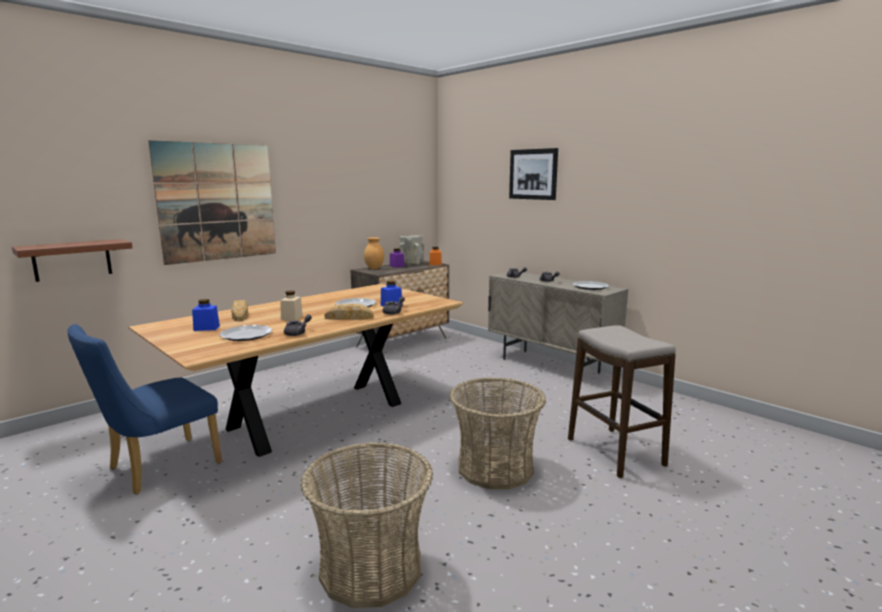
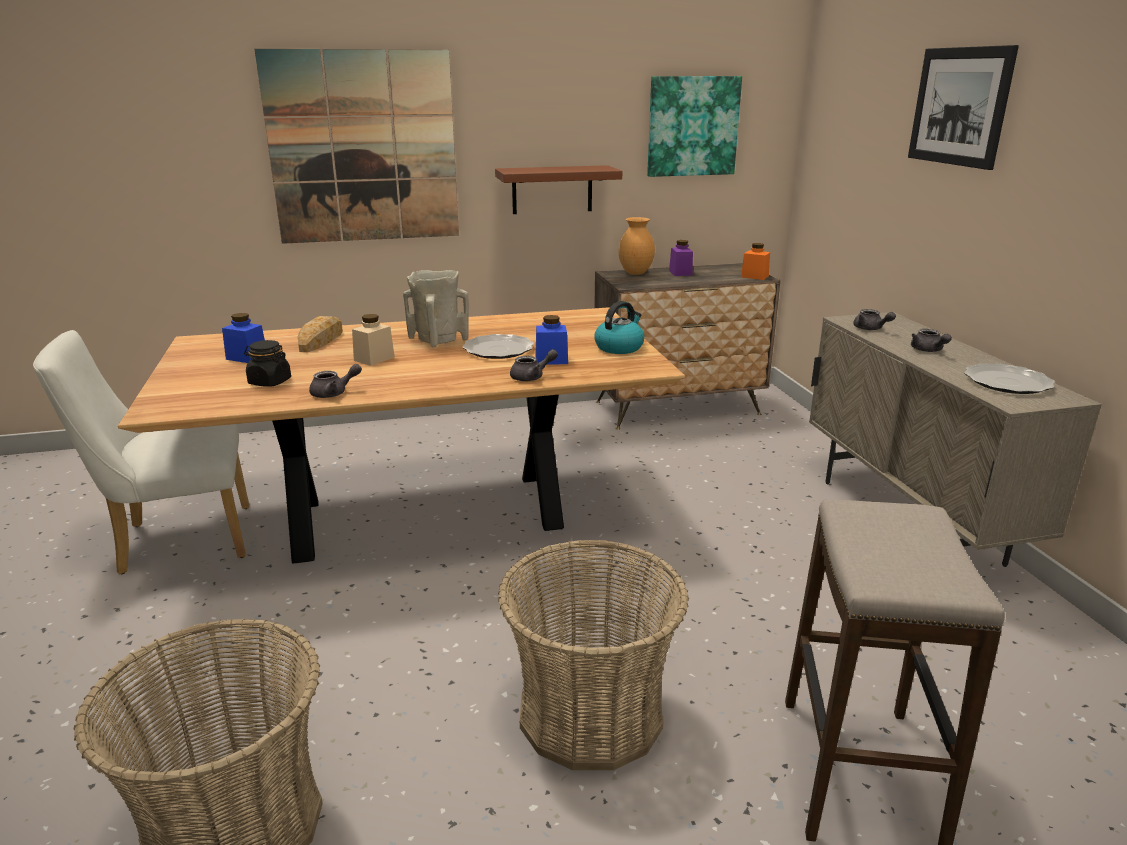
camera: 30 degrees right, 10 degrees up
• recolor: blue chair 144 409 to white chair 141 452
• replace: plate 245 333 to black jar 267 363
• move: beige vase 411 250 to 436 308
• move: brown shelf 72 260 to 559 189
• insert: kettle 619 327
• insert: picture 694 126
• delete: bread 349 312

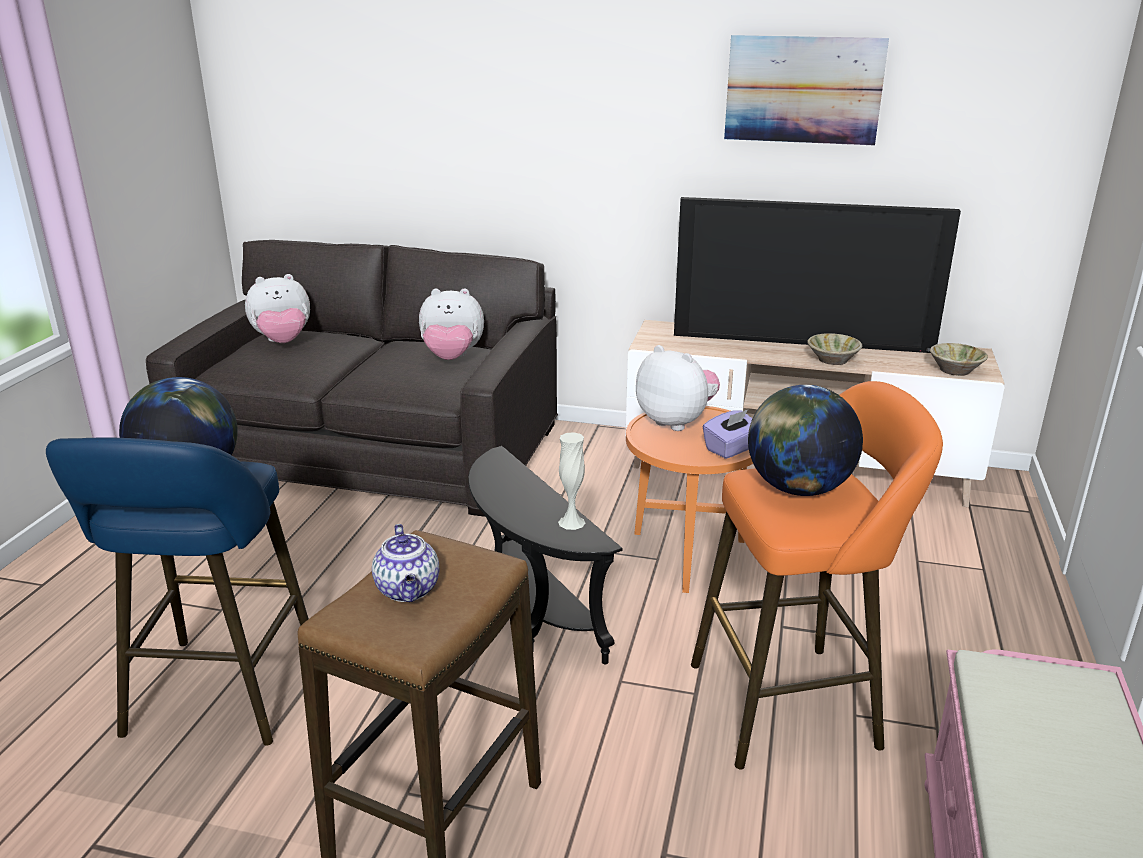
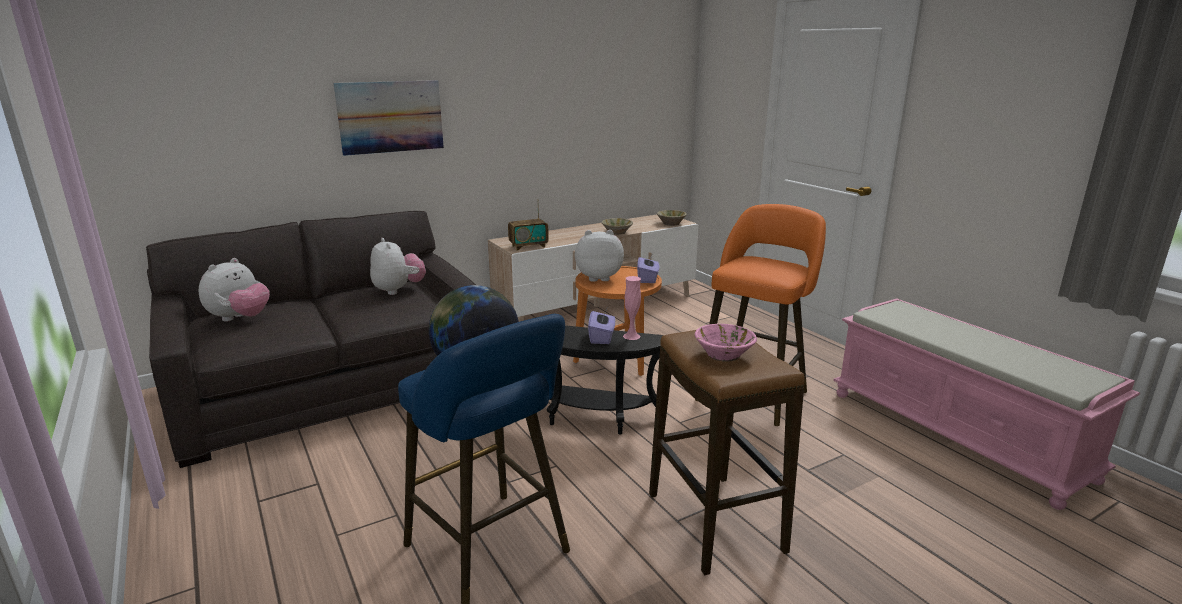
camera: 45 degrees left, 5 degrees down
• move: picture 806 90 to 388 118
• rotate: plush toy 451 324 = 398 266 75 degrees counterclockwise
• insert: radio 528 224
• insert: purple tissue box 601 327
• recolor: white vase 572 481 to pink vase 632 308
• replace: teapot 405 563 to pink bowl 726 343
• delete: television 817 275
• delete: globe 805 440

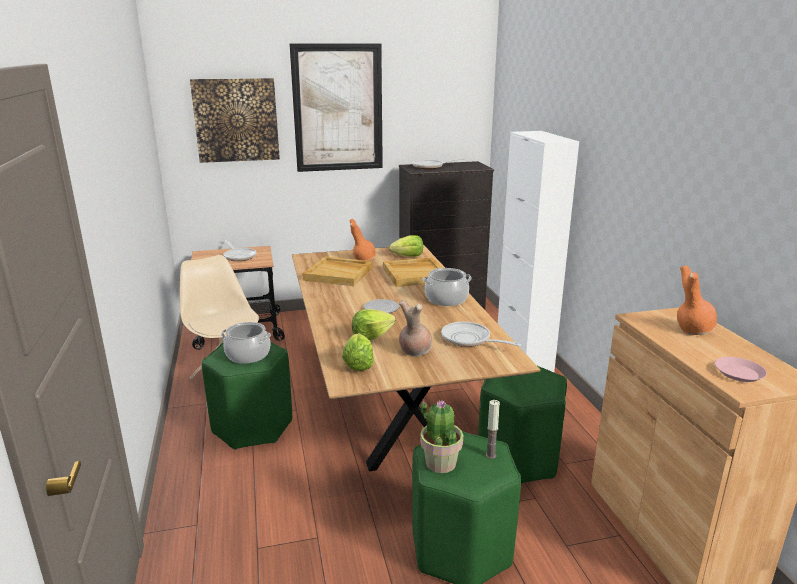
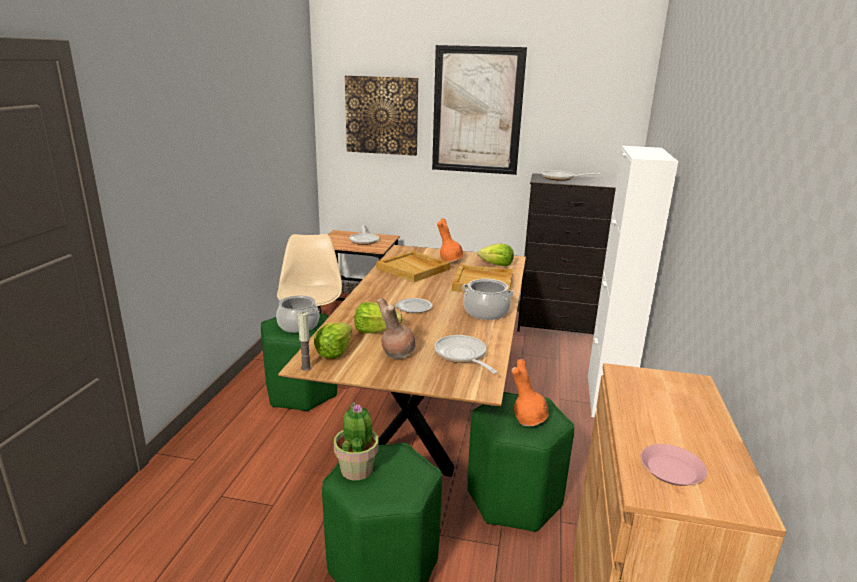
camera: 25 degrees right, 0 degrees up
• move: candle 493 429 to 305 341
• move: orange vase 697 300 to 530 393

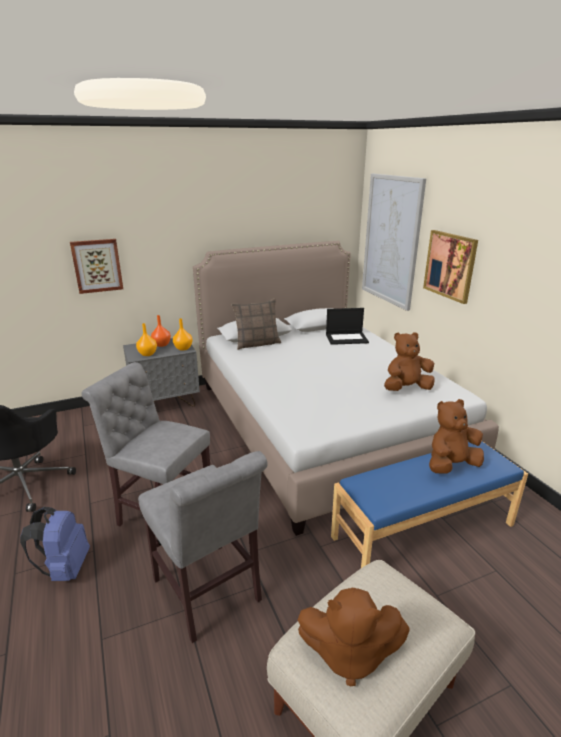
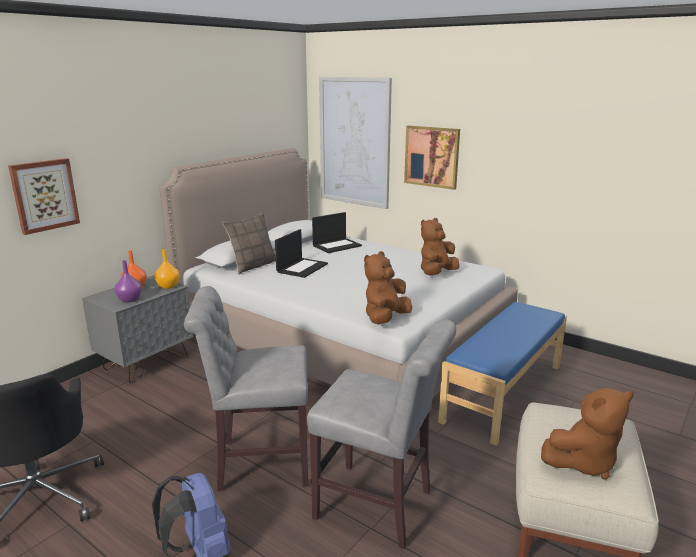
camera: 30 degrees left, 5 degrees down
• recolor: orange vase 146 339 to purple vase 128 281
• insert: laptop 301 253
• move: brown plush toy 456 436 to 388 288

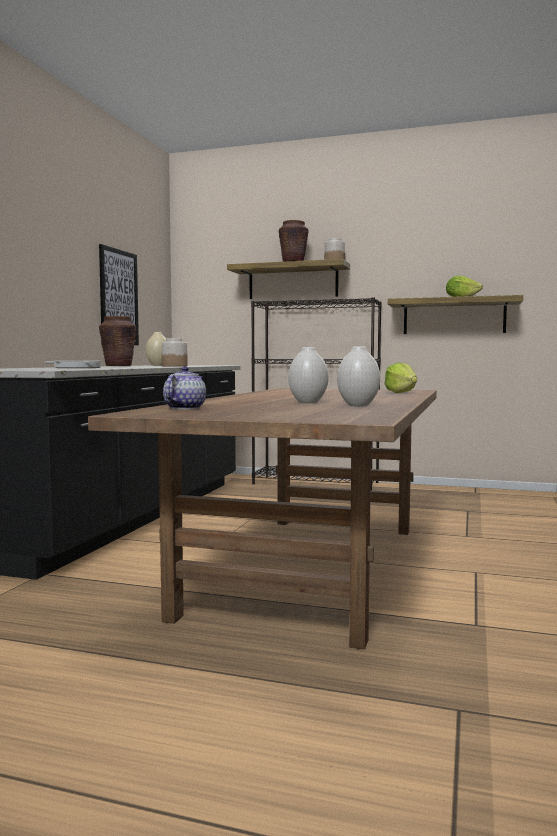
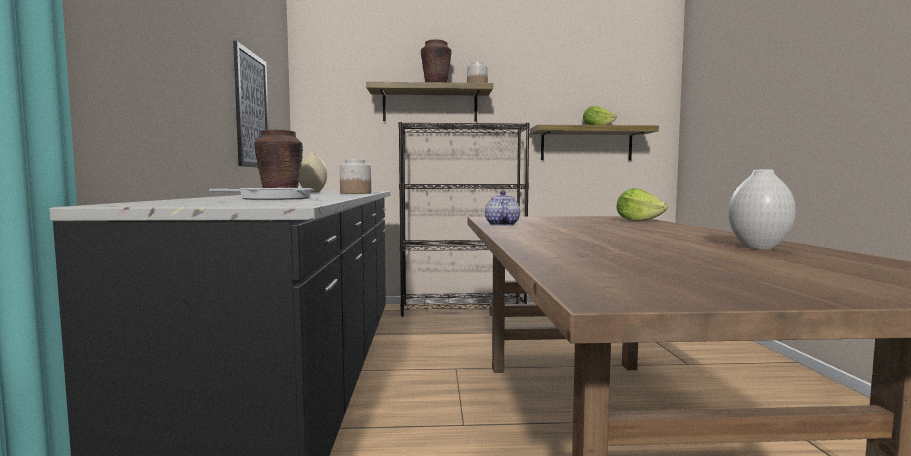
camera: 20 degrees left, 0 degrees up
• move: teapot 184 388 to 502 208
• delete: white vase 308 375

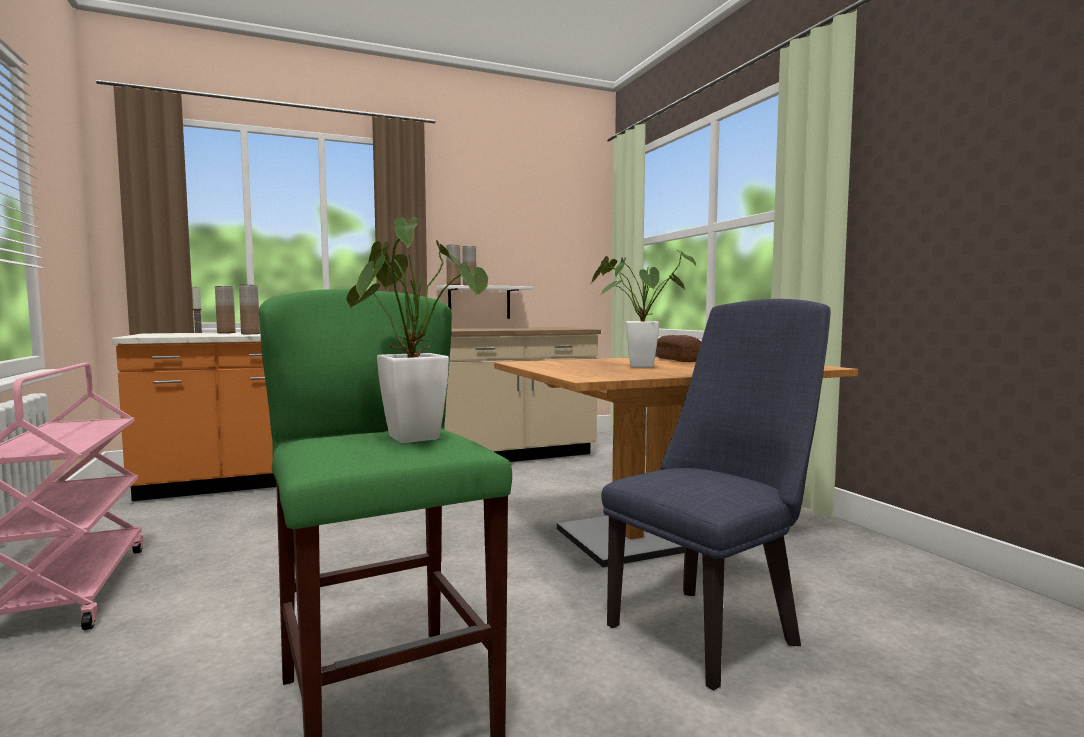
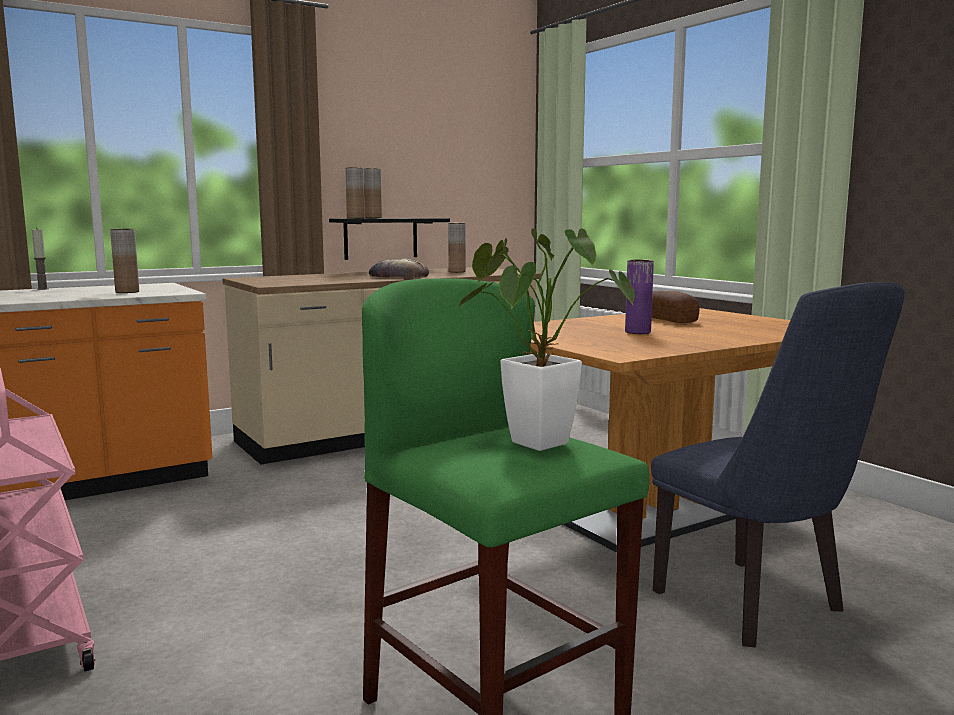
camera: 10 degrees left, 5 degrees up
• recolor: white shelf 484 302 to black shelf 389 239
• insert: bread 399 268
• move: brown vase 225 309 to 457 247
• replace: potted plant 643 309 to purple vase 639 297
• rotate: blue chair 715 494 = 777 464 105 degrees clockwise

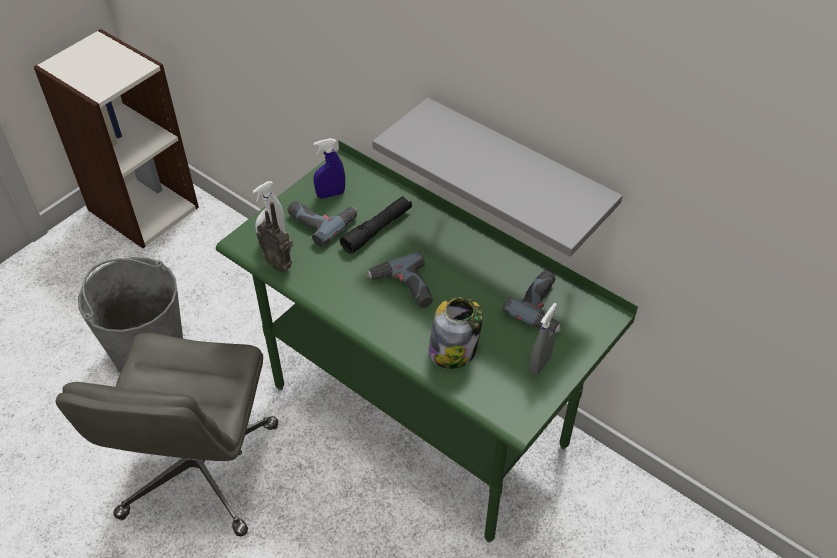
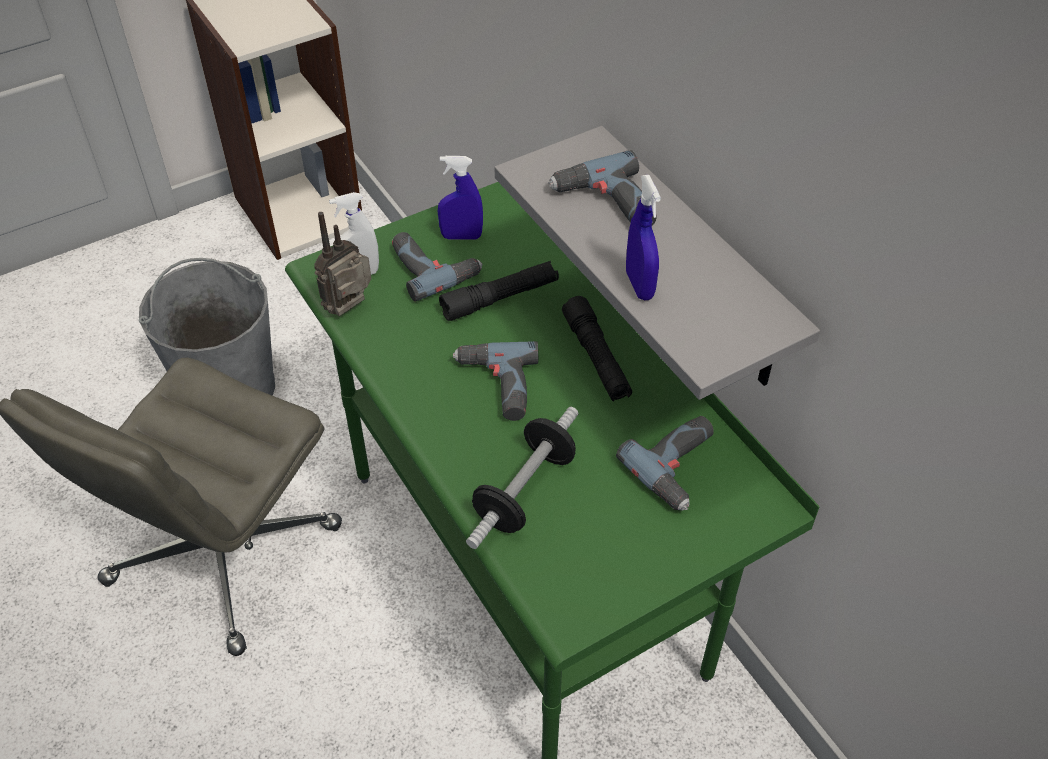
camera: 20 degrees right, 0 degrees up
• rotate: radio 274 237 = 343 264 75 degrees clockwise
• replace: jar 456 333 to dumbbell 522 477
• insert: power drill 602 188
• insert: black flashlight 597 349
• insert: blue spray bottle 643 237
• delete: grey spray bottle 543 339

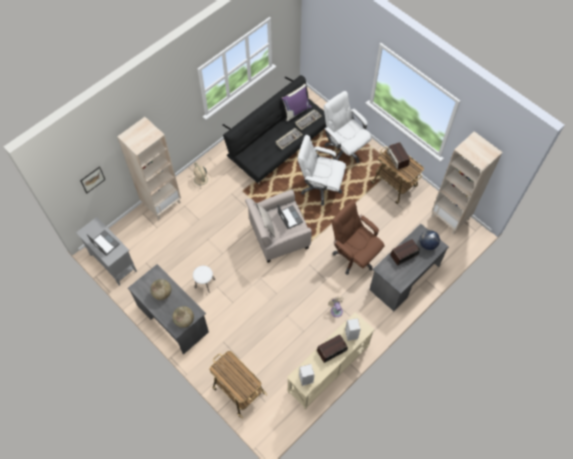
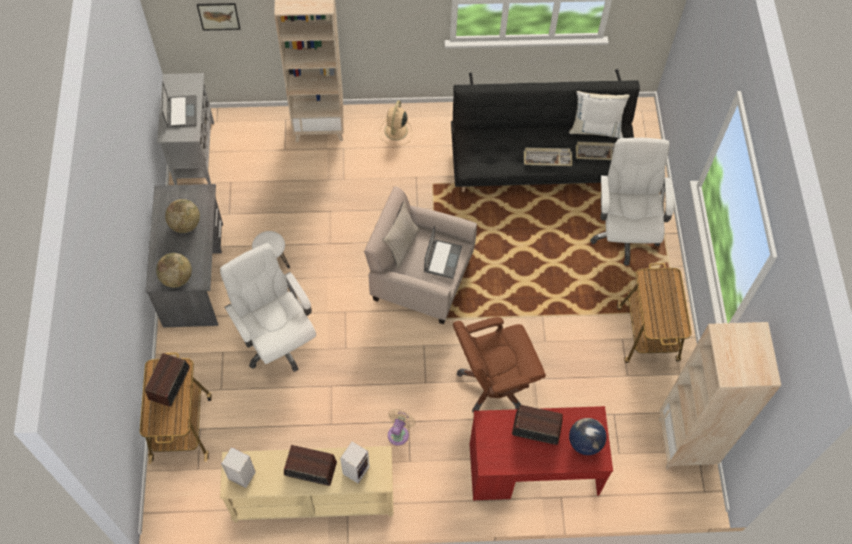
camera: 40 degrees right, 0 degrees up
• move: radio 398 156 to 167 380
• move: white office chair 322 170 to 268 307
• rotate: brown office chair 358 237 = 499 365 105 degrees counterclockwise
• recolor: grey desk 409 267 to red desk 541 453
• recolor: purple pillow 296 103 to white pillow 599 114

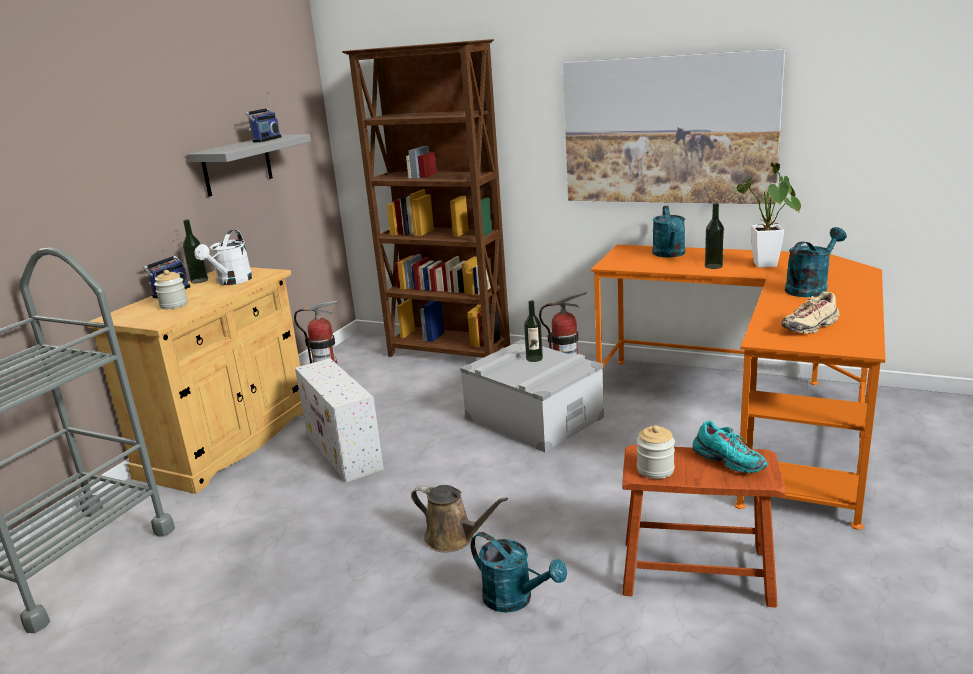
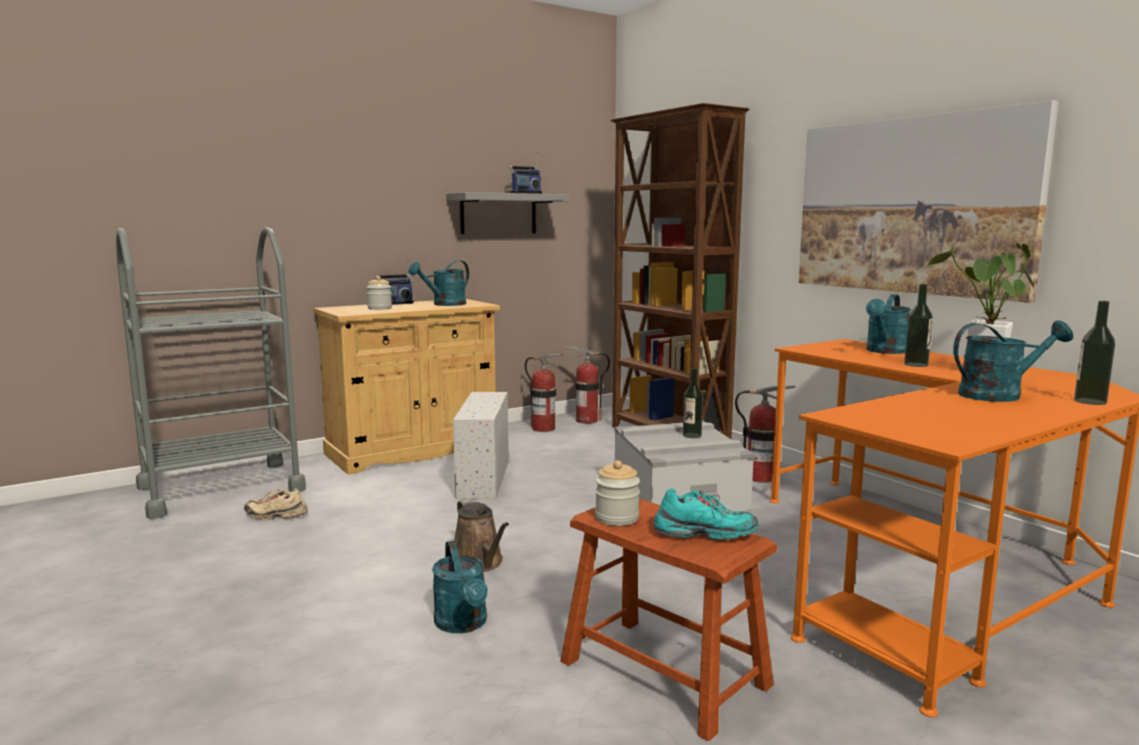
camera: 30 degrees right, 10 degrees down
• move: beige shoe 810 312 to 276 504
• recolor: white watering can 223 257 to turquoise watering can 439 283
• insert: fire extinguisher 588 385
• rotate: turquoise shoe 730 447 = 706 514 75 degrees counterclockwise
• move: bottle 195 251 to 1094 353

